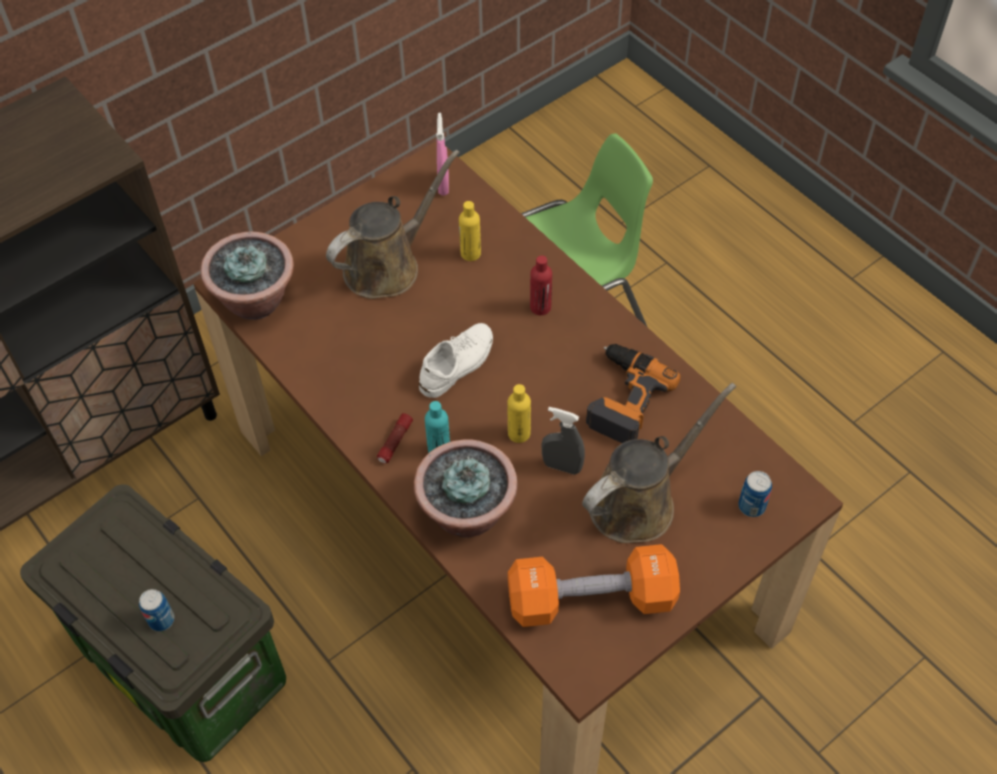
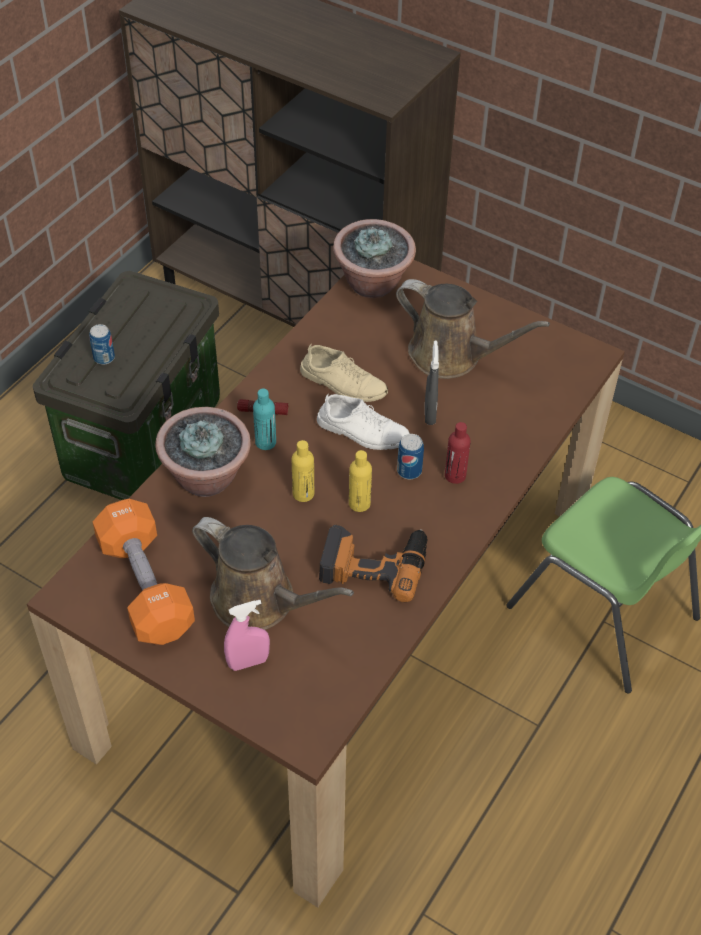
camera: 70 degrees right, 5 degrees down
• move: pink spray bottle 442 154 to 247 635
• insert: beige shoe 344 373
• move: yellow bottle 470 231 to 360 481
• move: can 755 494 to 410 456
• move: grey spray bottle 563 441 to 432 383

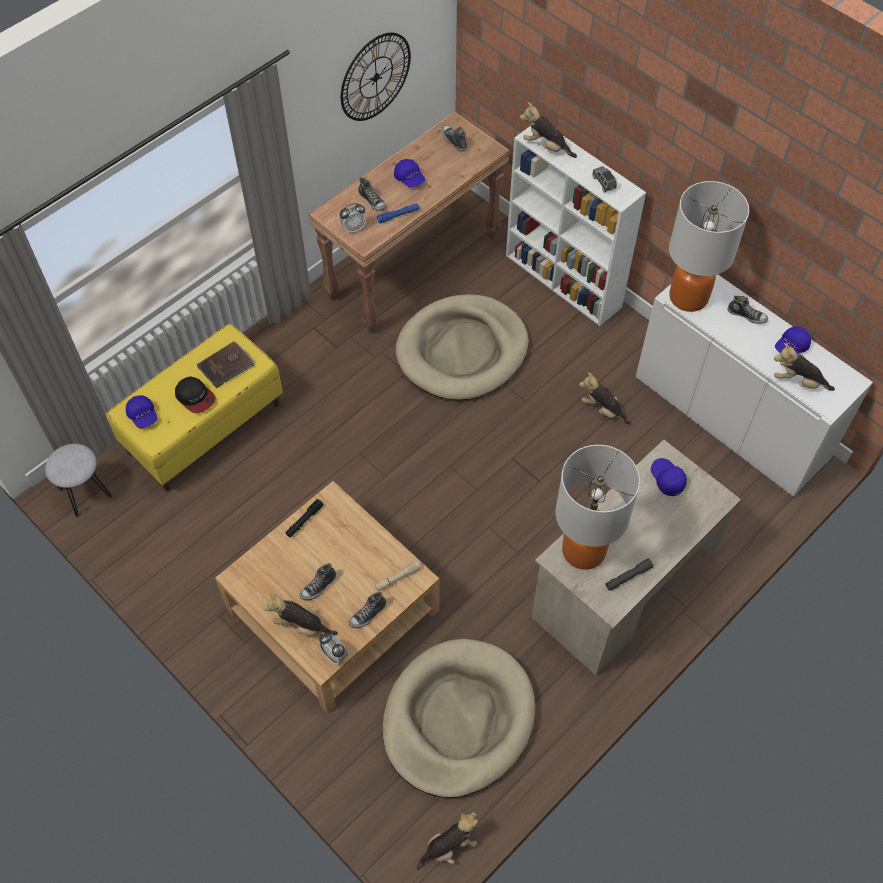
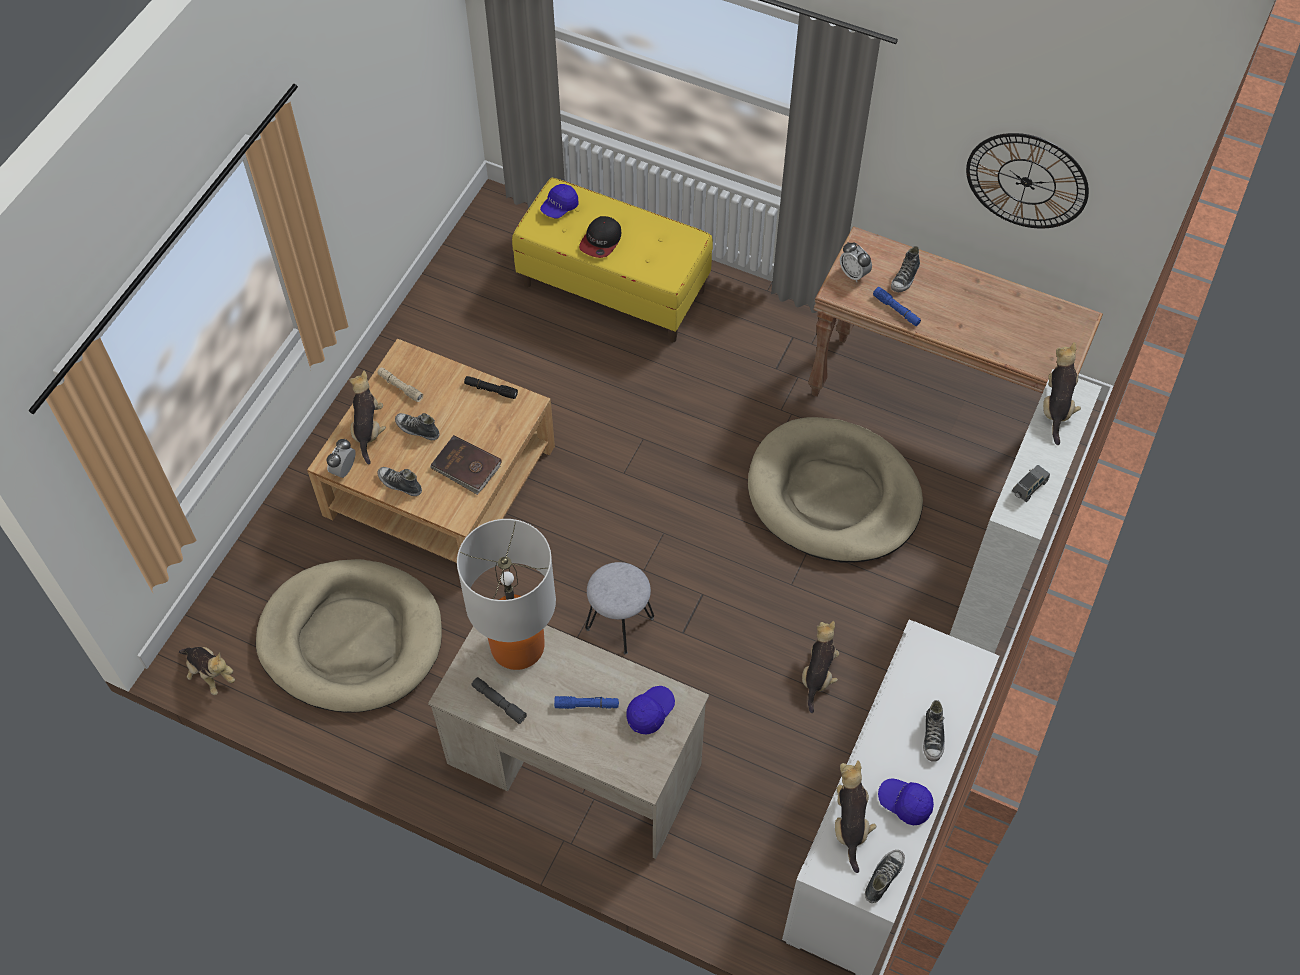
camera: 70 degrees right, 0 degrees up
• move: beige flashlight 398 576 to 400 384
• move: brown book 226 364 to 466 465
• insert: blue flashlight 586 702
• move: grey stool 78 481 to 619 608
• move: shoe 454 138 to 885 876
• delete: blue cap 409 173
• delete: table lamp 709 246

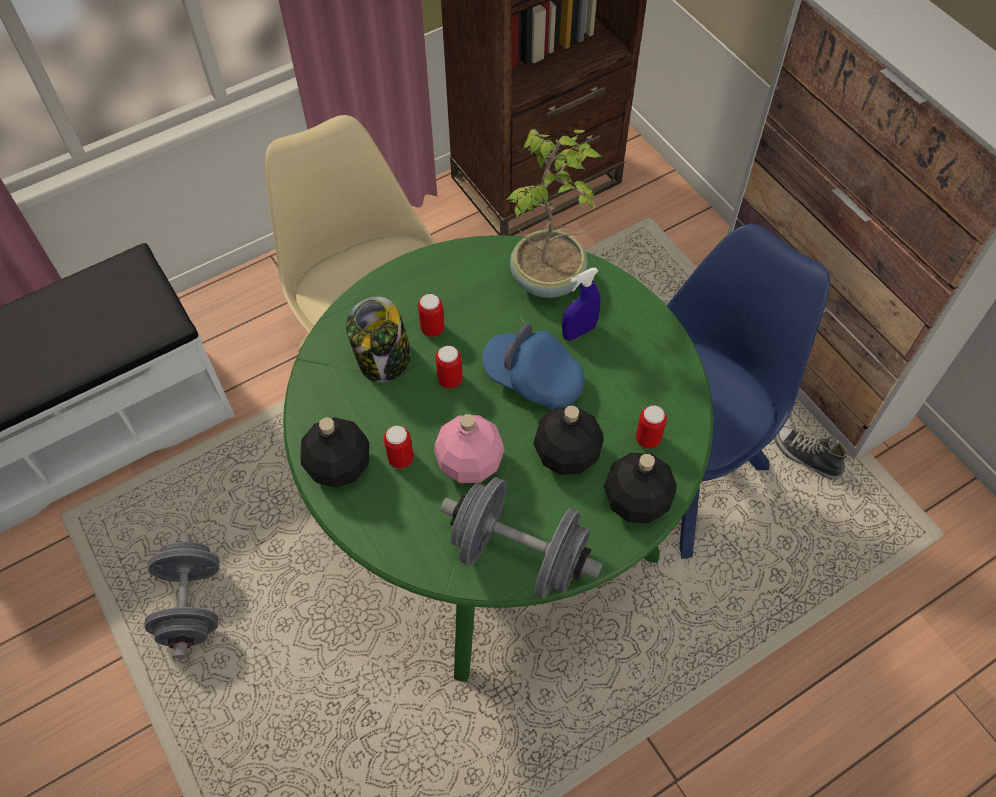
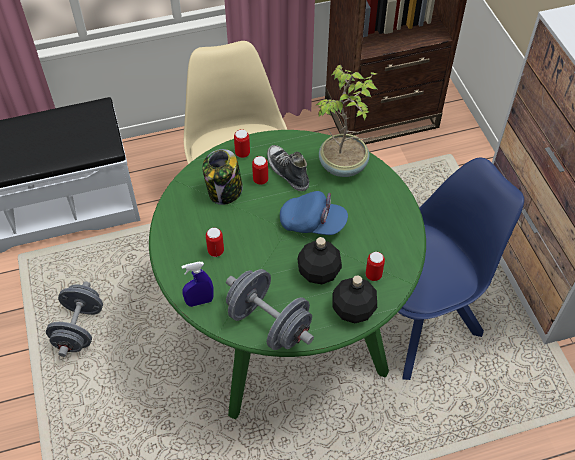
camera: 15 degrees right, 5 degrees down
• move: blue spray bottle 581 304 to 198 284
• move: can 449 367 to 242 143
• move: shoe 811 453 to 288 168
• rotate: blue cap 533 366 = 314 213 150 degrees clockwise
• delete: black bottle 334 452
• delete: pink bottle 469 448

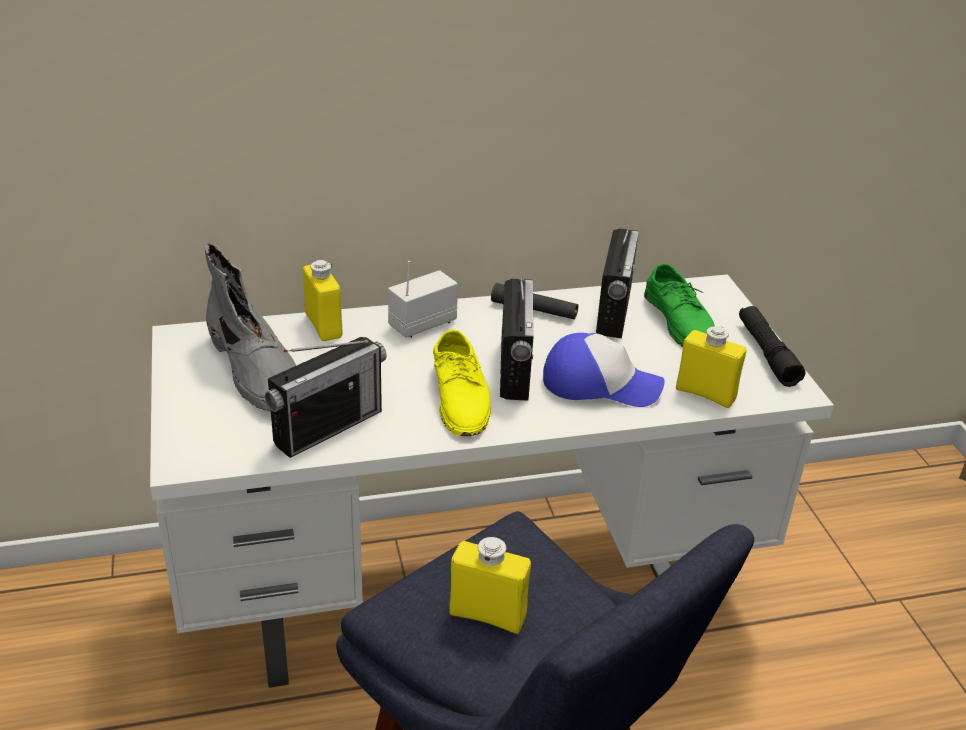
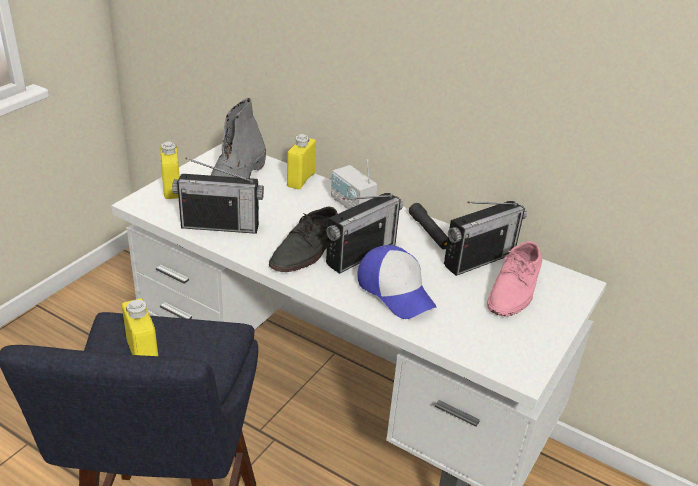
camera: 45 degrees right, 0 degrees up
• move: yellow bottle 711 367 to 170 170
• recolor: yellow shoe 462 382 to grey shoe 303 239
• rotate: radio 423 299 = 354 184 135 degrees counterclockwise
• recolor: green shoe 679 305 to pink shoe 514 278
• delete: black flashlight 772 346

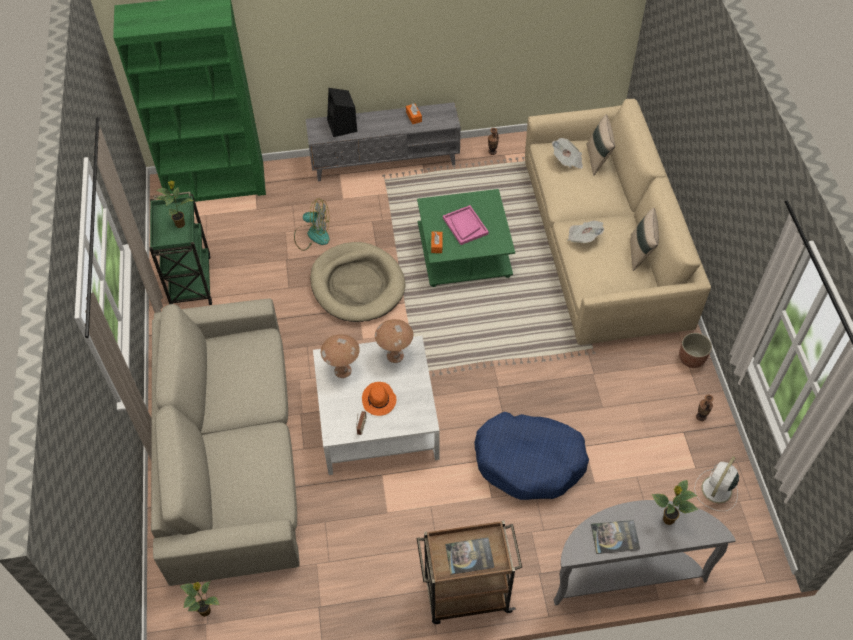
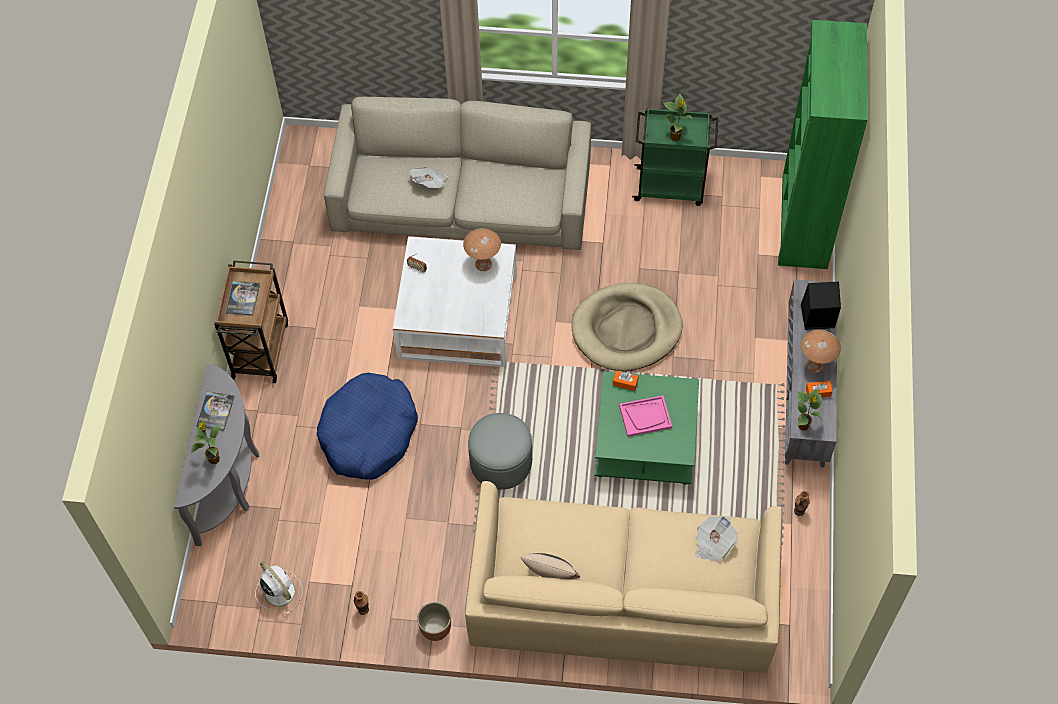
camera: 105 degrees right, 5 degrees up
• move: newspaper 585 231 to 428 177
• insert: grey ottoman 500 451
• move: potted plant 199 599 to 809 409
• move: brown table lamp 394 341 to 821 351
• delete: fan 312 224
• delete: orange hat 379 399
• delete: beige pillow 600 145

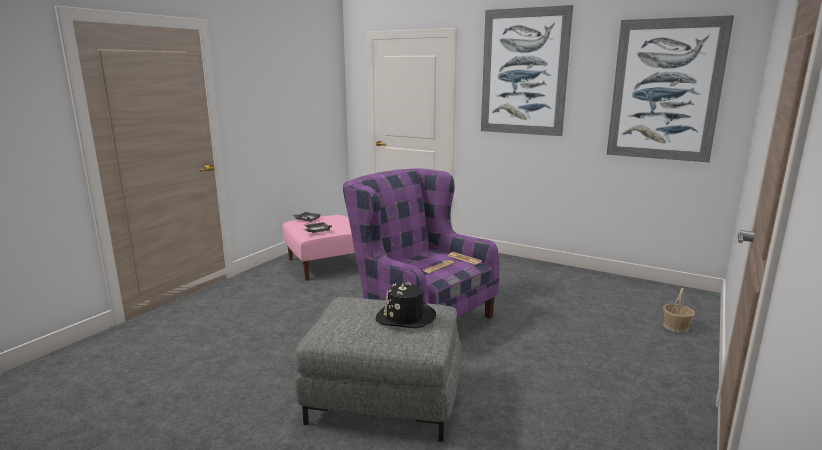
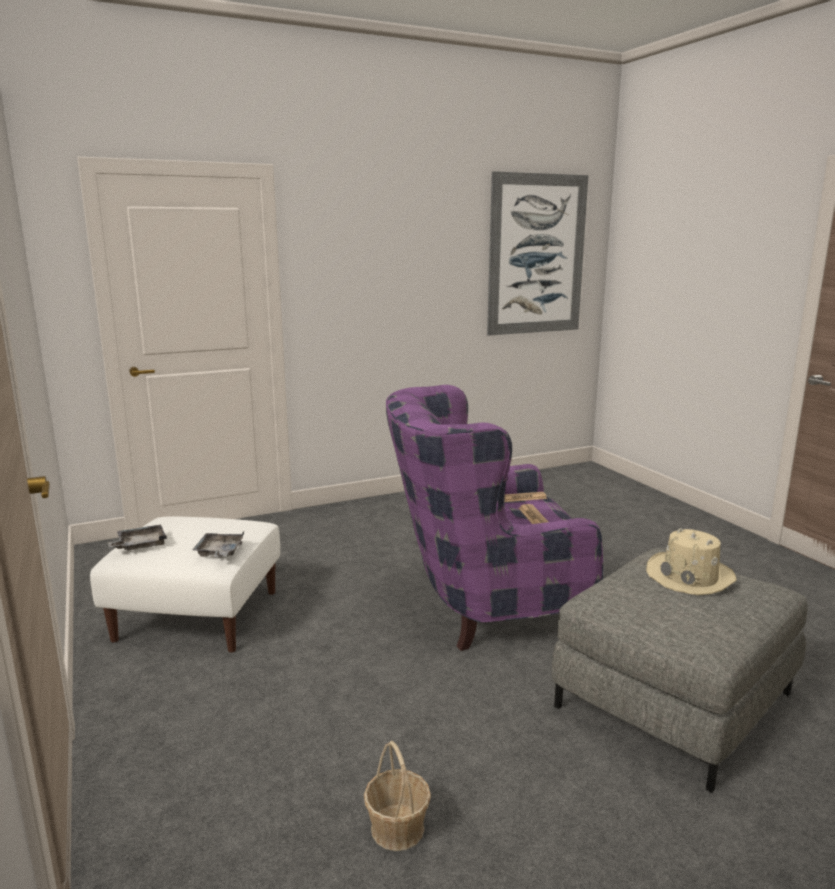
camera: 55 degrees left, 0 degrees up
• recolor: pink ottoman 319 247 to white ottoman 185 584
• move: basket 679 310 to 397 796
• recolor: black hat 405 305 to beige hat 691 561
• delete: picture 527 70

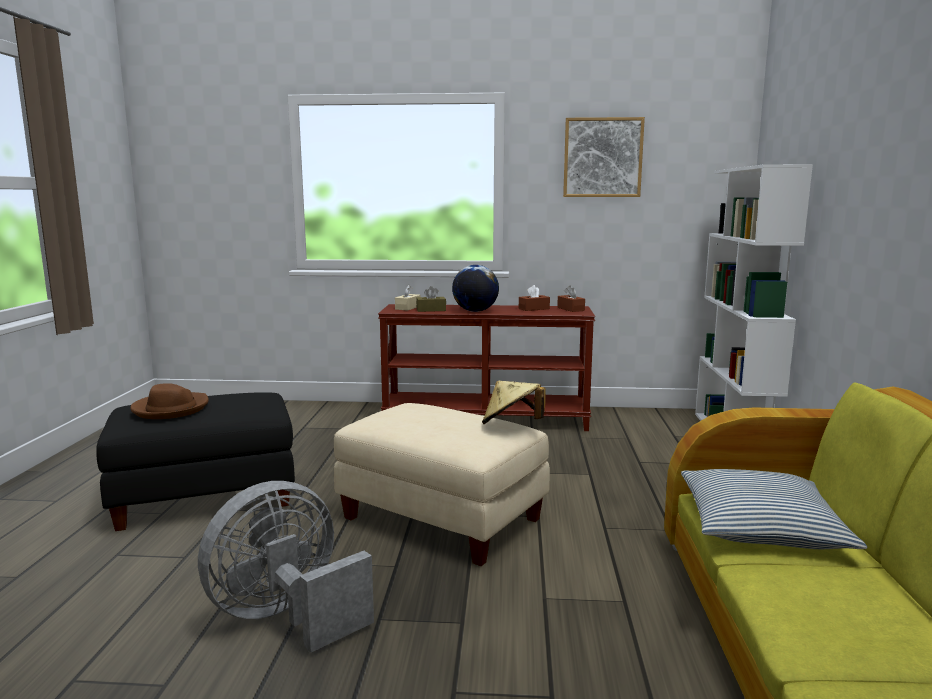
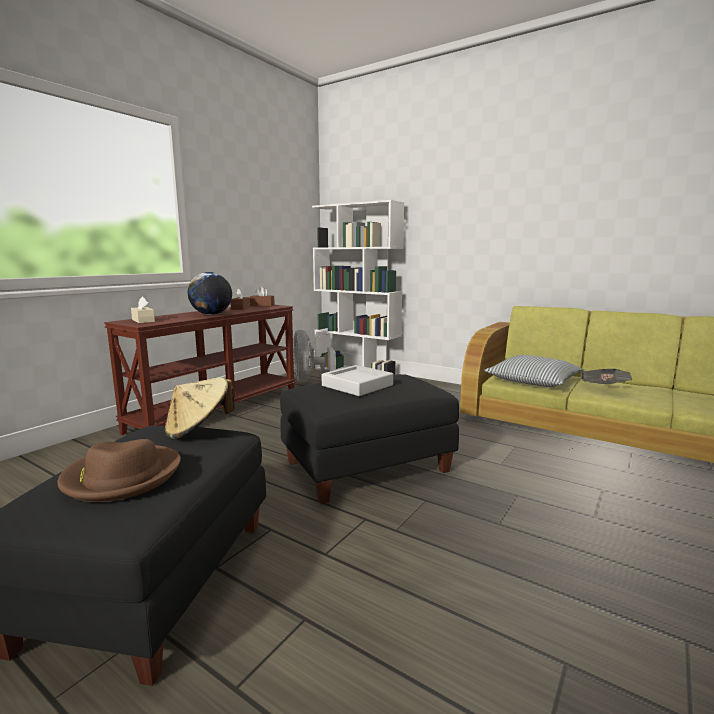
camera: 60 degrees left, 0 degrees up
• move: beige hat 514 402 to 200 408
• recolor: beige ottoman 442 484 to black ottoman 369 439
• move: grey fan 286 566 to 314 356
• insert: grey tray 357 380
• insert: newspaper 606 376
• delete: brown tissue box 431 299
• delete: picture 604 157

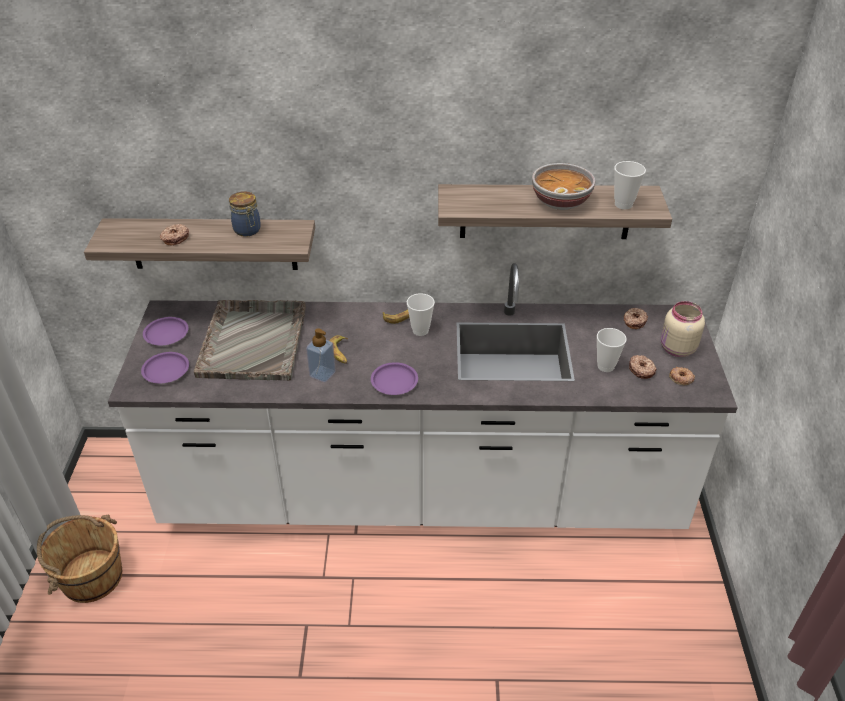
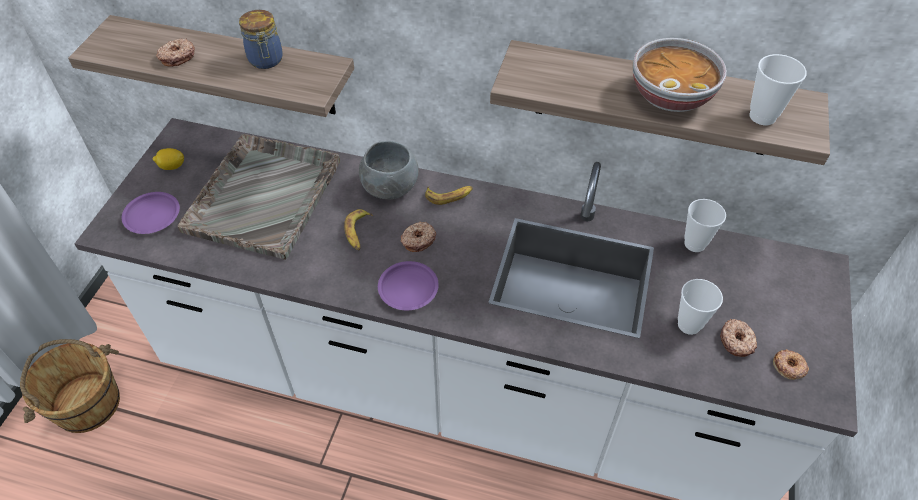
camera: 15 degrees right, 10 degrees up
• replace: purple plate 165 331 to lemon 168 159
• insert: grey bowl 389 170
• move: donut 636 318 to 418 237
• move: cup 421 314 to 705 225
• delete: soap dispenser 321 355
• delete: beige jar 683 329

